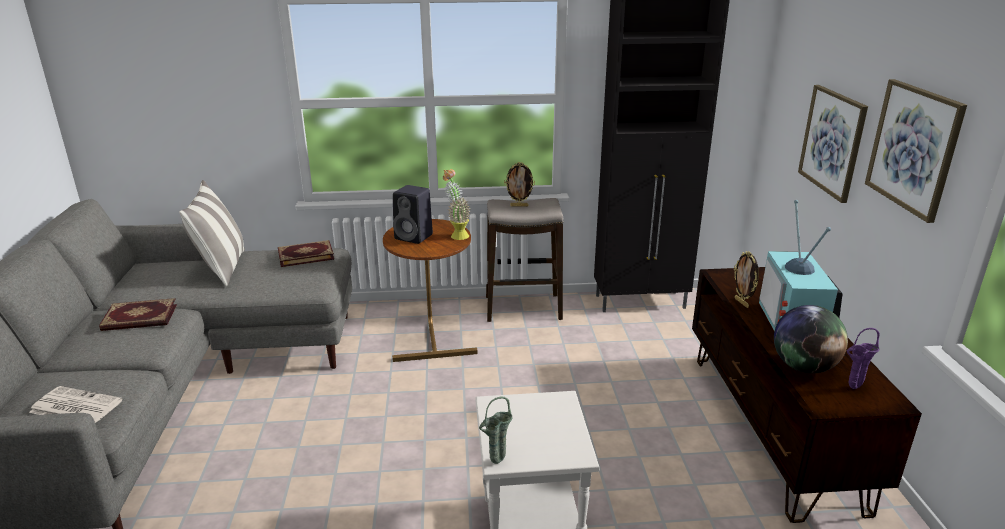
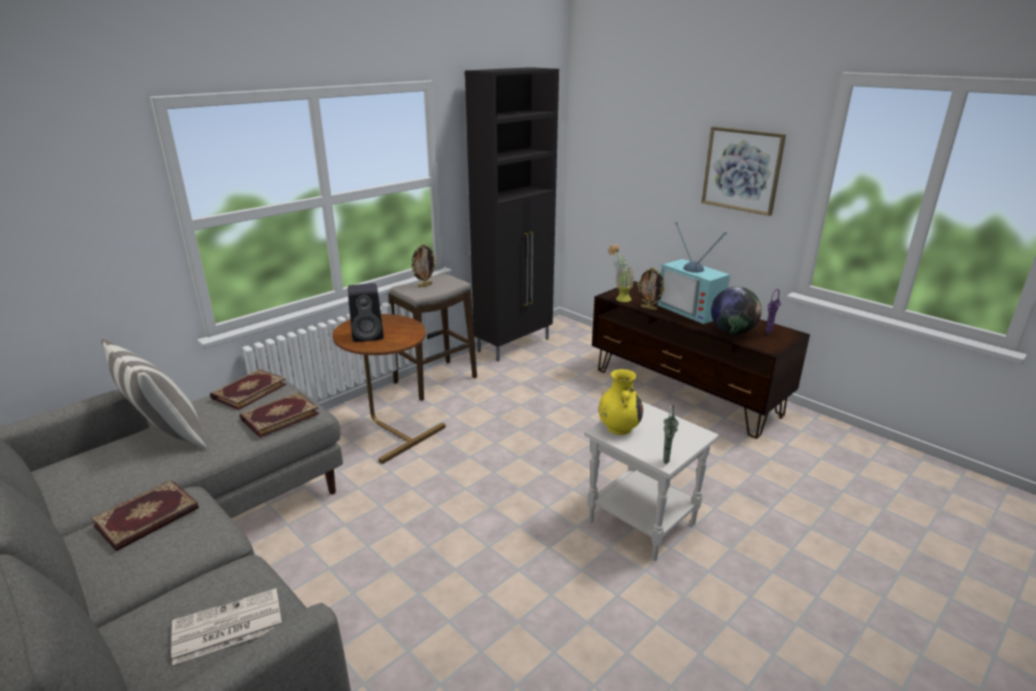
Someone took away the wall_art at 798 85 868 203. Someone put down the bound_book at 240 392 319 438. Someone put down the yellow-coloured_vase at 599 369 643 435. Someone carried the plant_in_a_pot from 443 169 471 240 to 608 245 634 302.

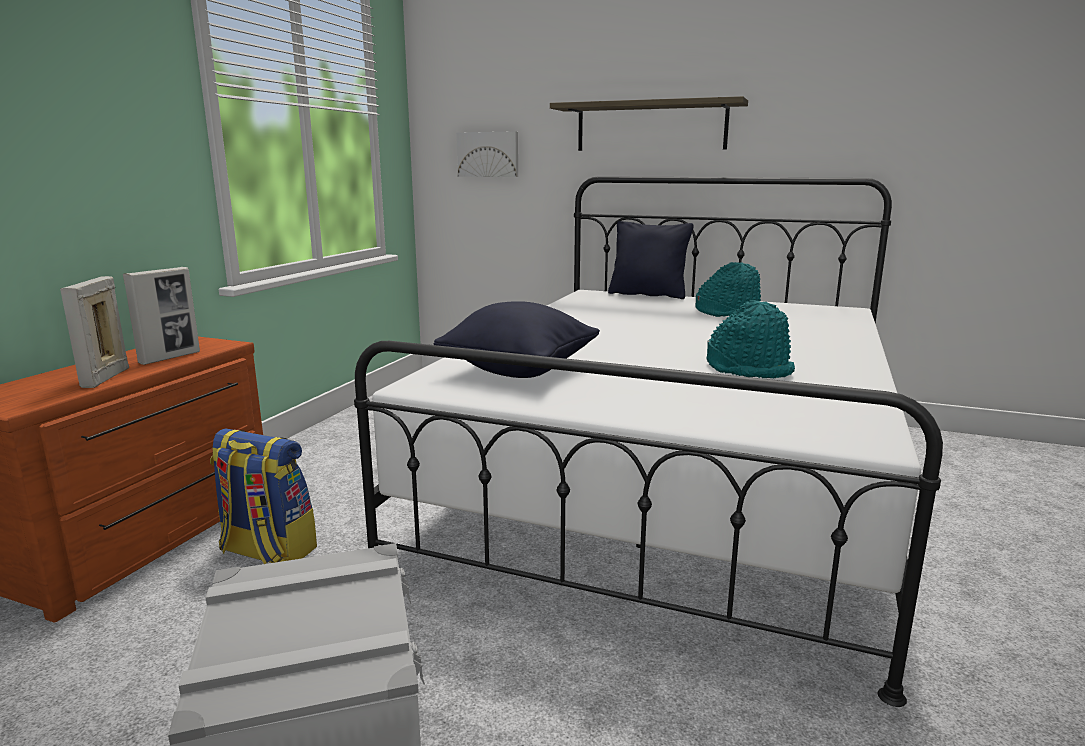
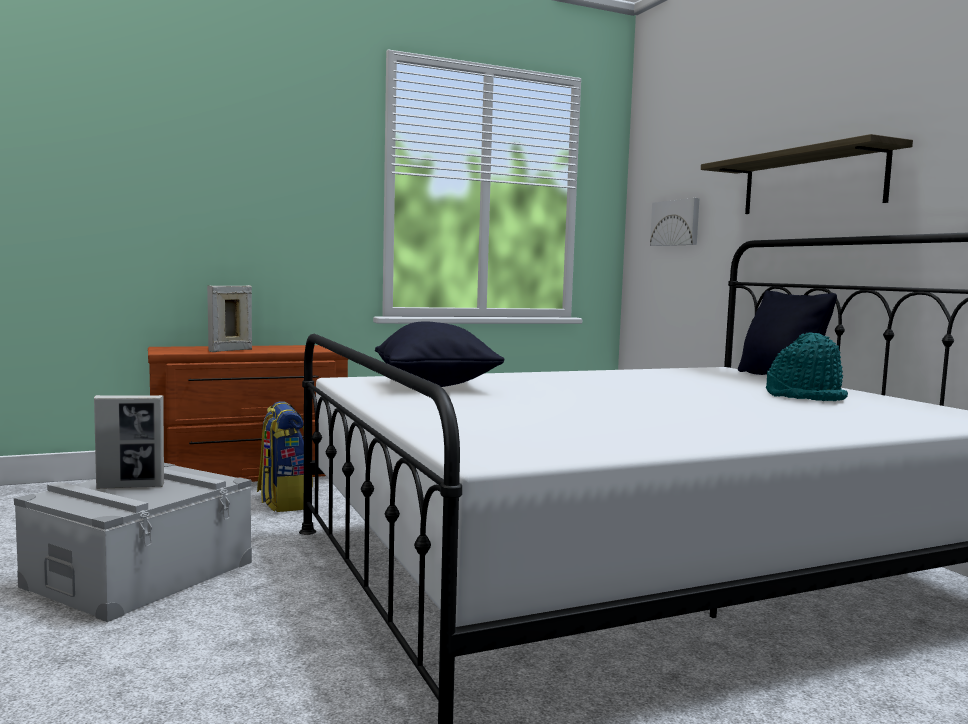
Someone took away the turquoise-coloured_clothing_hat at 706 300 795 379. Someone carried the standing_frame from 123 267 200 365 to 94 395 164 489.

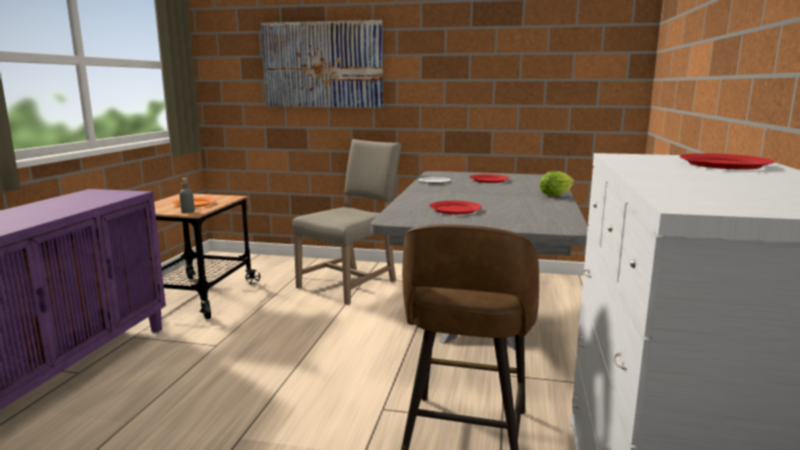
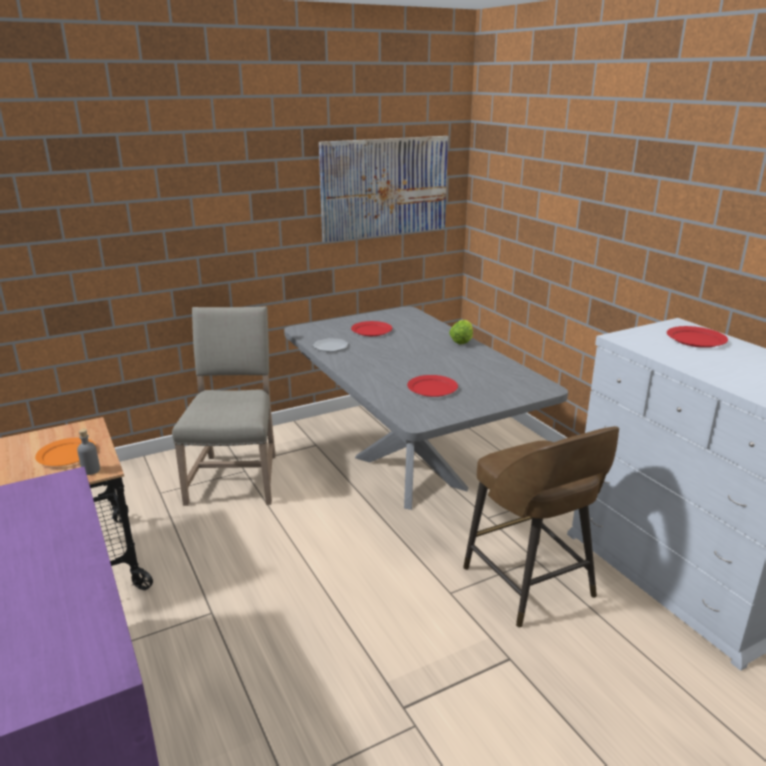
Someone carried the wall_art from 261 20 383 108 to 319 136 448 242.

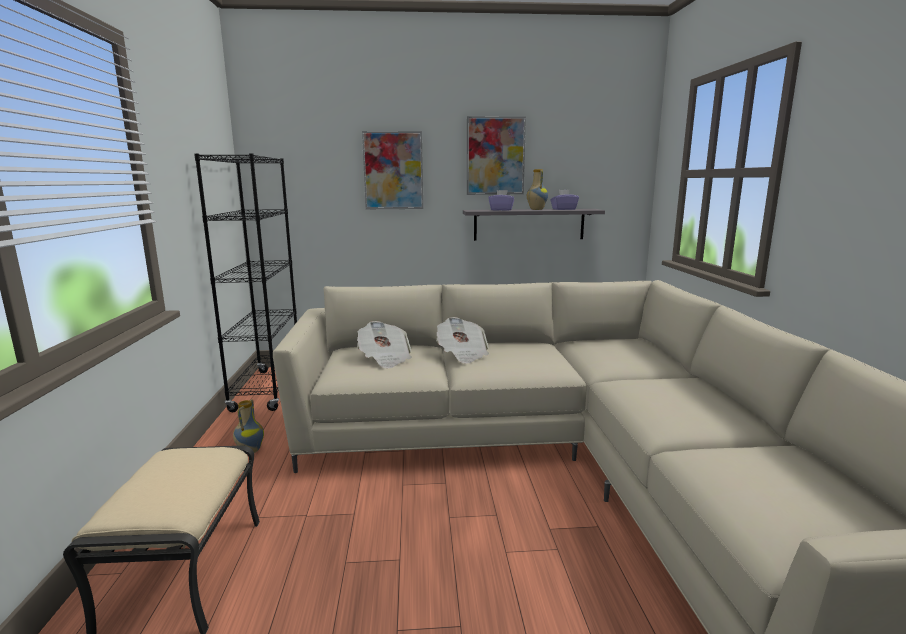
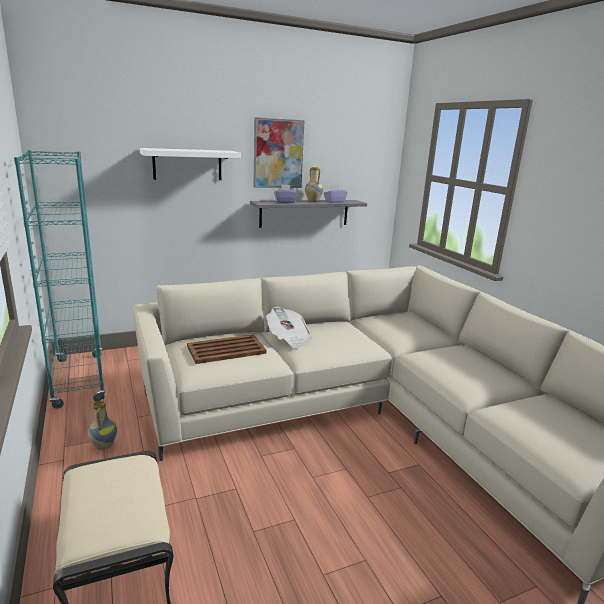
Someone swapped the daily_paper at 357 321 412 369 for the brown-coloured_carrying_tray at 187 334 267 364. Someone swapped the wall_art at 362 131 423 209 for the white_bracket_shelf at 140 148 241 180. Someone repainted the blackish_shelving_unit at 194 153 297 412, which became the turquoise-coloured_shelving_unit at 14 150 106 409.

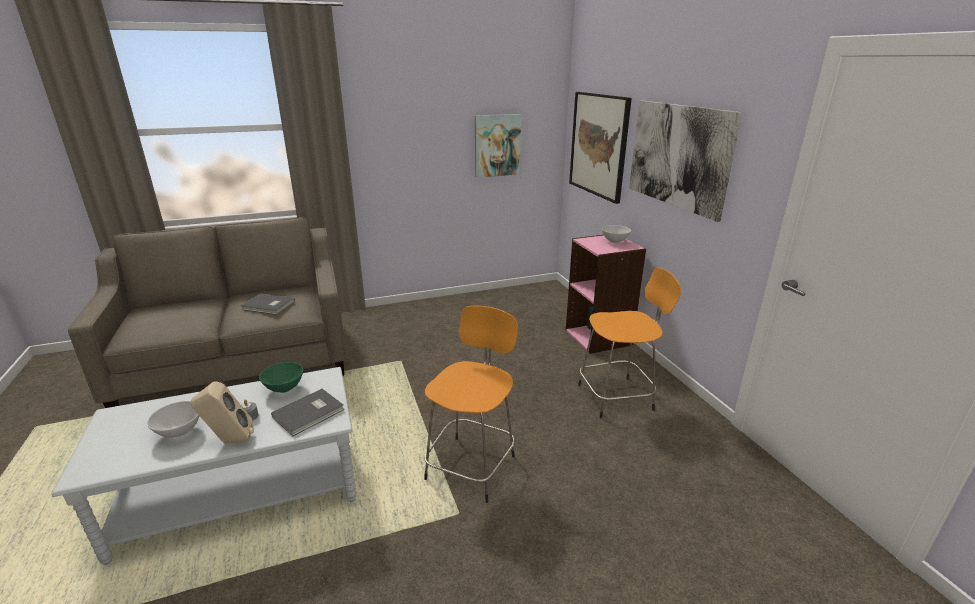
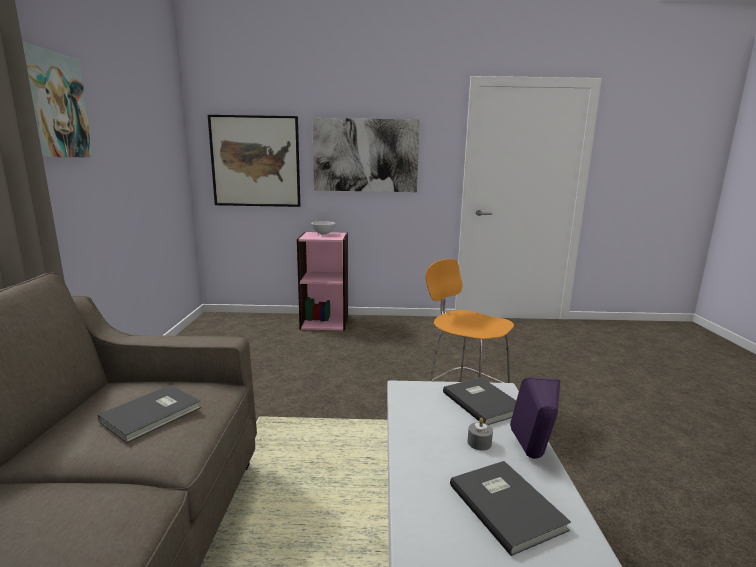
Someone took away the green-coloured_serving_bowl at 259 362 303 393. Someone took away the orangey_sitting_stool at 578 268 681 419. Someone carried the wall_art from 475 114 521 178 to 22 42 94 158. Someone swapped the white_serving_bowl at 147 401 199 437 for the greyish_bound_book at 450 461 571 556. Someone repainted the beige_speaker at 191 381 254 443, which became the purple-coloured_speaker at 510 377 560 459.

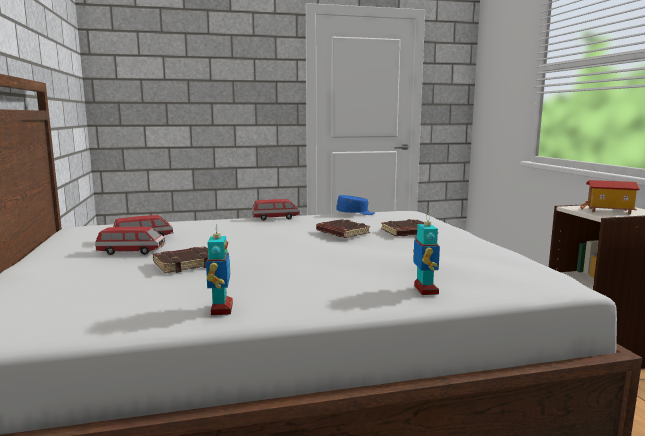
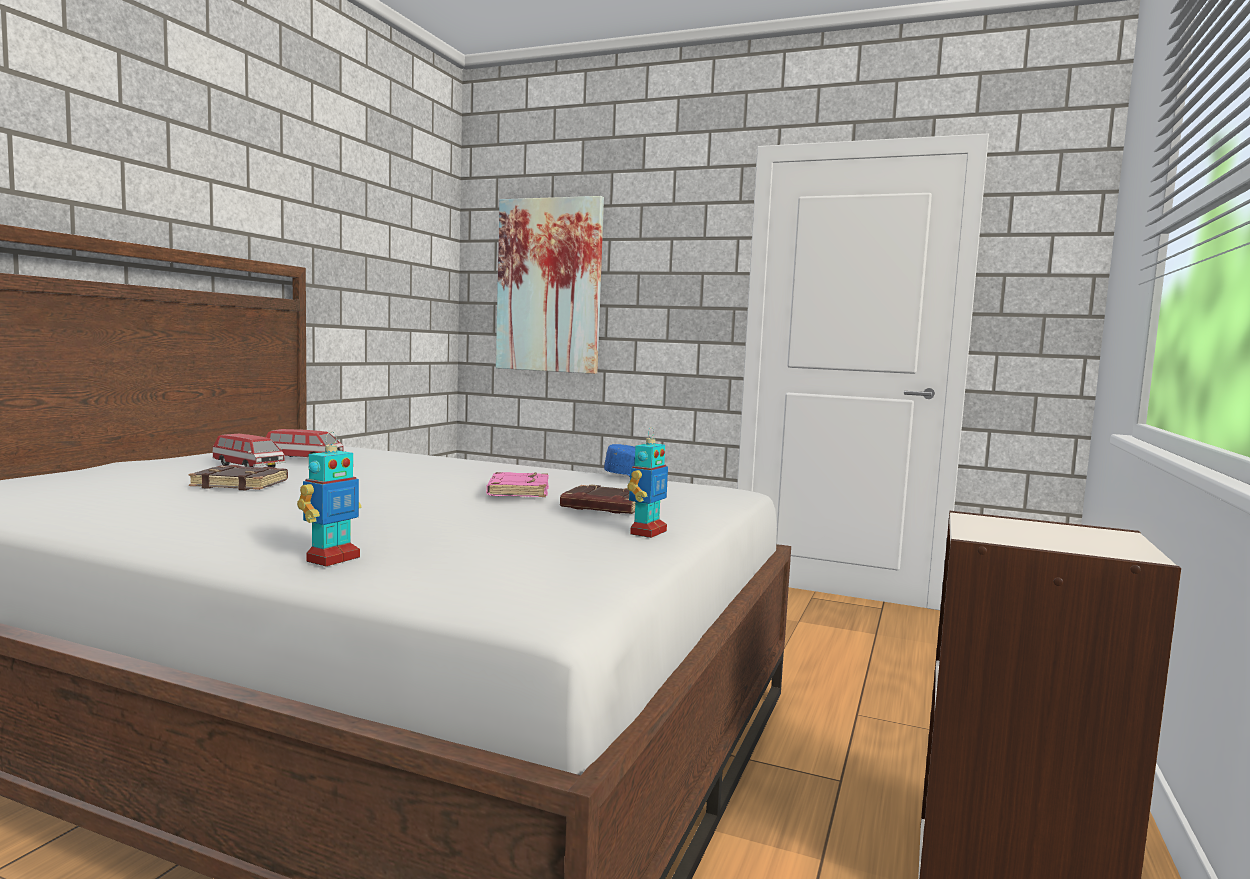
Someone took away the toy_car at 252 199 300 220. Someone took away the model_house at 580 180 640 214. Someone put up the wall_art at 496 196 604 374. Someone carried the toy_robot from 206 224 233 315 to 627 427 668 538. Someone repainted the brown-coloured_bound_book at 316 219 370 238, which became the pinkish_bound_book at 486 472 549 497.

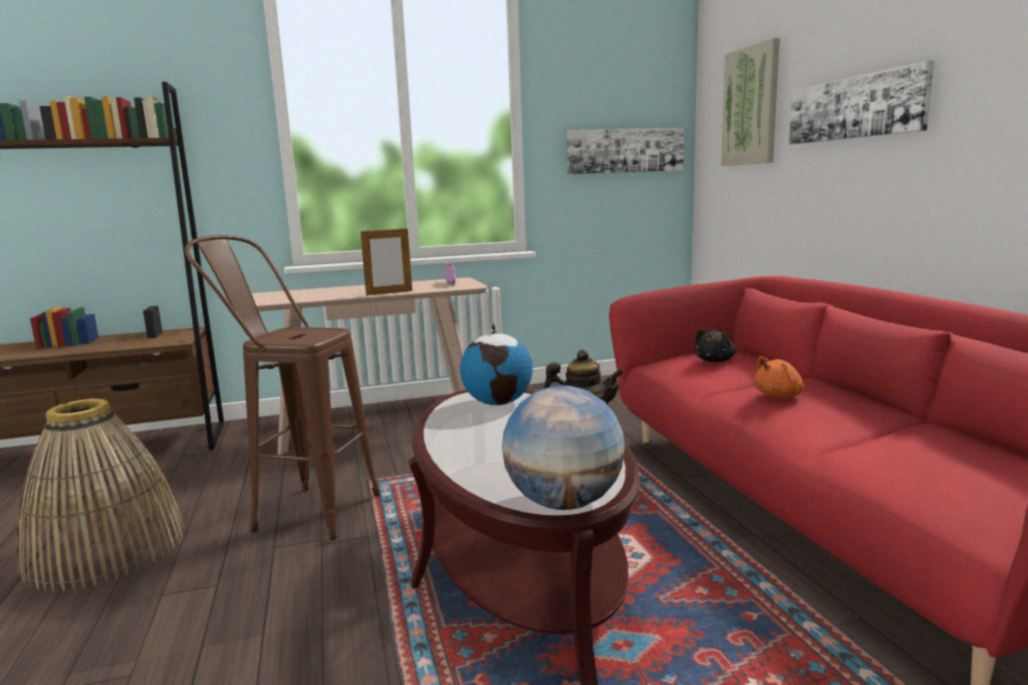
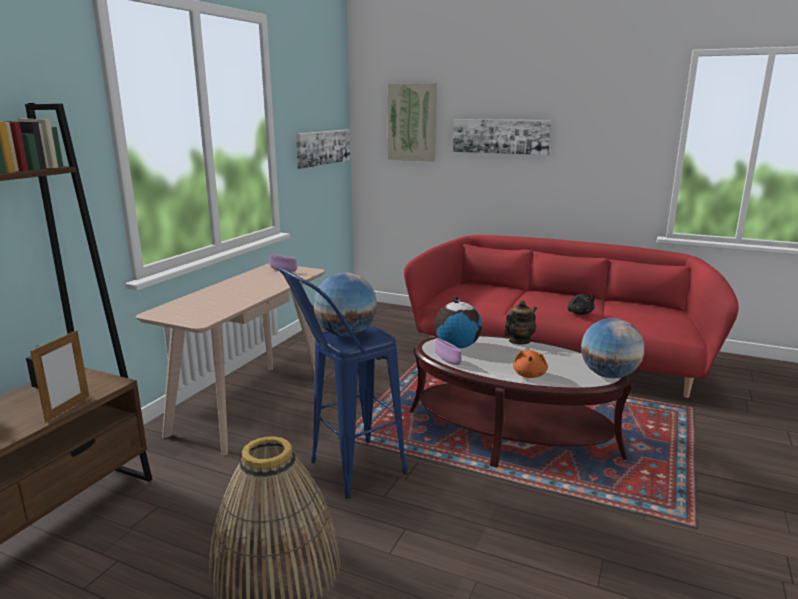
Someone put down the world_globe at 313 272 377 336. Someone put down the purple-coloured_serving_bowl at 435 338 462 365. Someone carried the standing_frame from 360 227 412 296 to 30 330 89 422. Someone carried the blackish_cuddly_toy from 695 329 736 362 to 567 294 595 315. Someone carried the orangey_cuddly_toy from 754 356 805 398 to 513 350 548 378. Someone repainted the brown-coloured_sitting_stool at 184 235 380 540, which became the bluish_sitting_stool at 277 267 408 498.

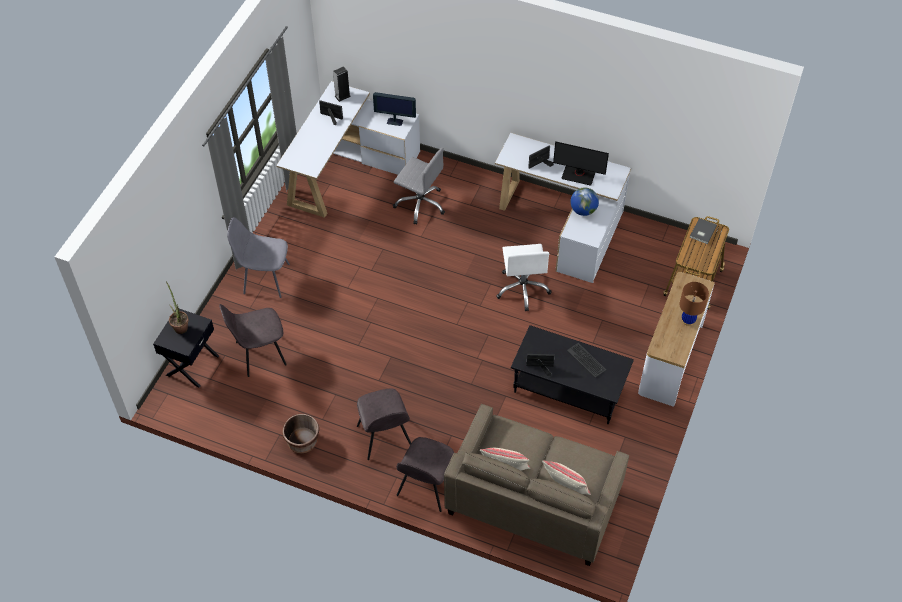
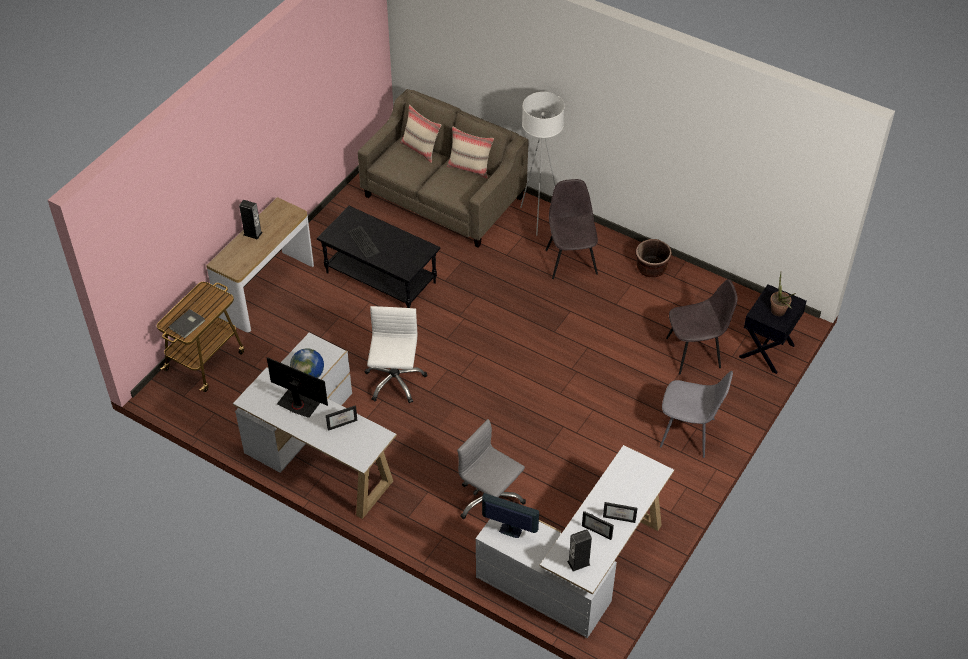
Someone carried the standing_frame from 526 354 555 376 to 603 502 637 523. Someone swapped the greyish_plain_chair at 397 437 454 512 for the white_standing_lamp at 520 92 565 236. Someone swapped the brown-coloured_table_lamp at 680 282 709 326 for the speaker at 239 200 263 240.

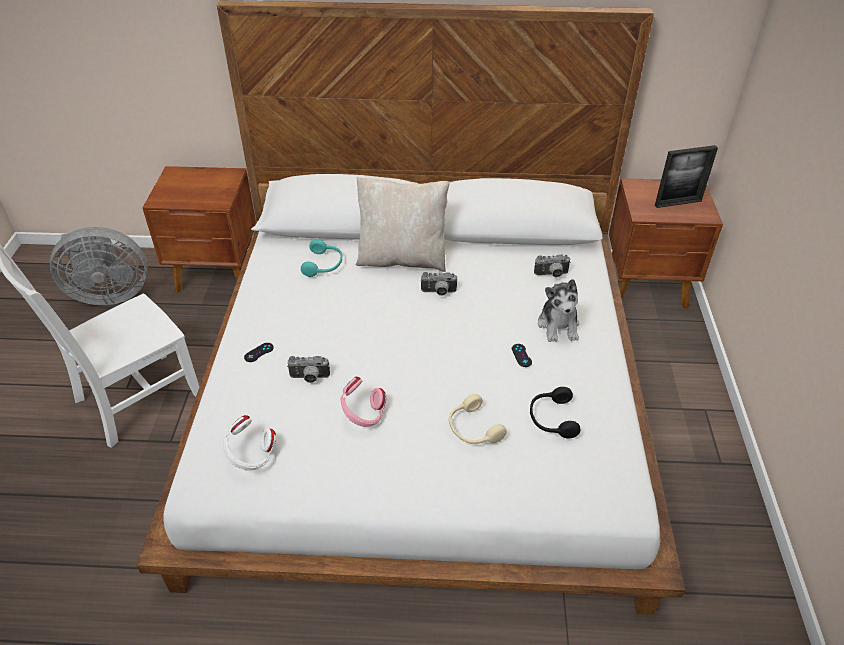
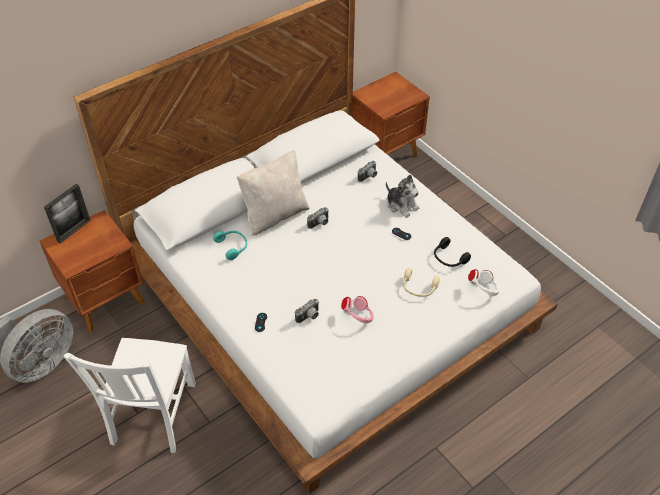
Someone carried the white_headset from 223 415 276 471 to 468 269 500 296. Someone carried the standing_frame from 655 145 718 208 to 44 184 91 244.

